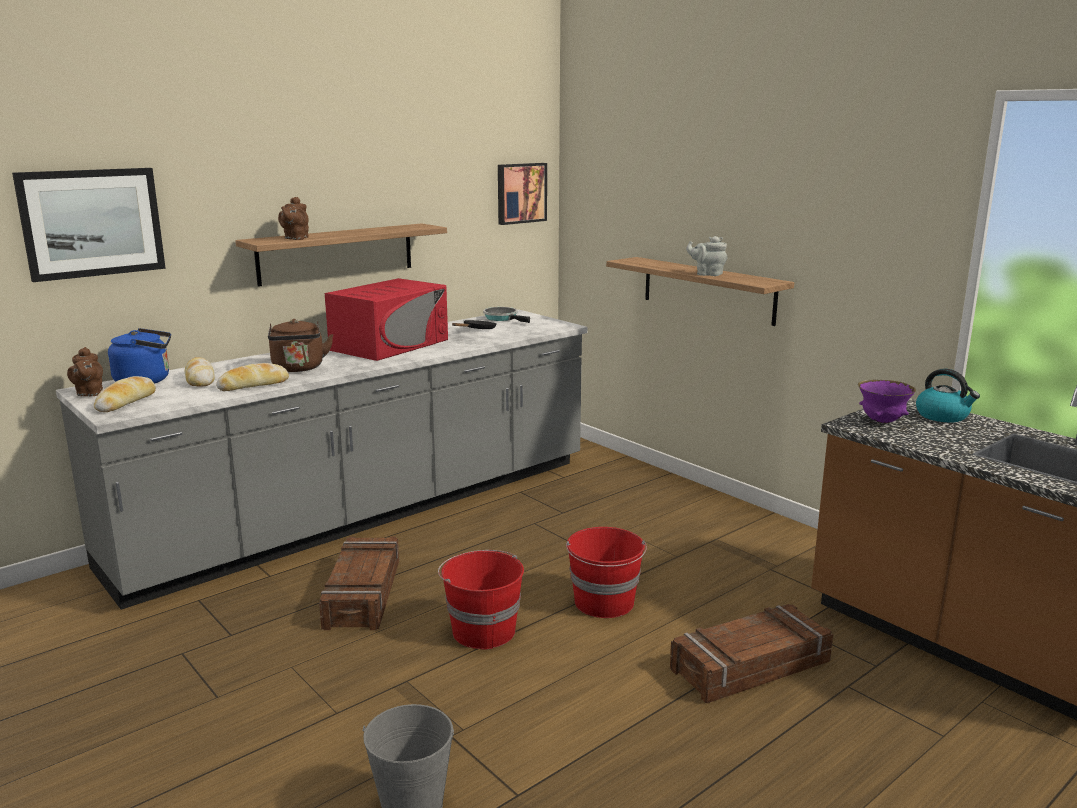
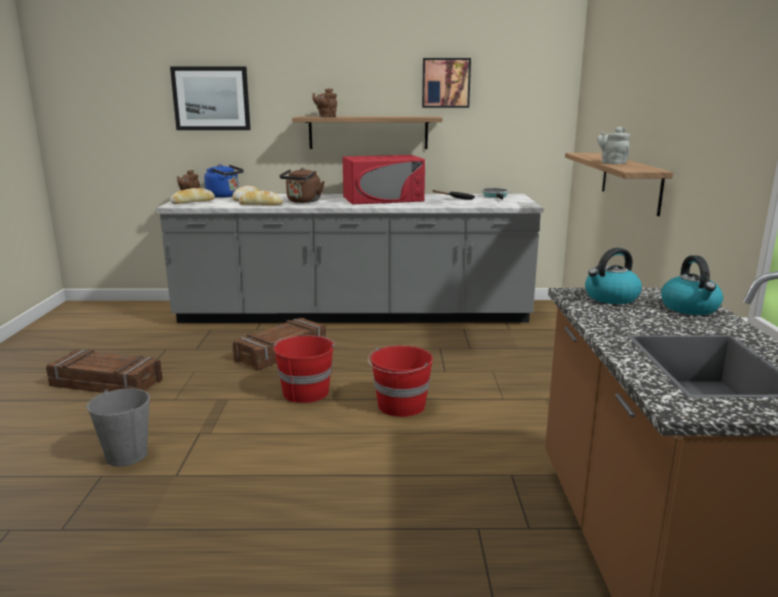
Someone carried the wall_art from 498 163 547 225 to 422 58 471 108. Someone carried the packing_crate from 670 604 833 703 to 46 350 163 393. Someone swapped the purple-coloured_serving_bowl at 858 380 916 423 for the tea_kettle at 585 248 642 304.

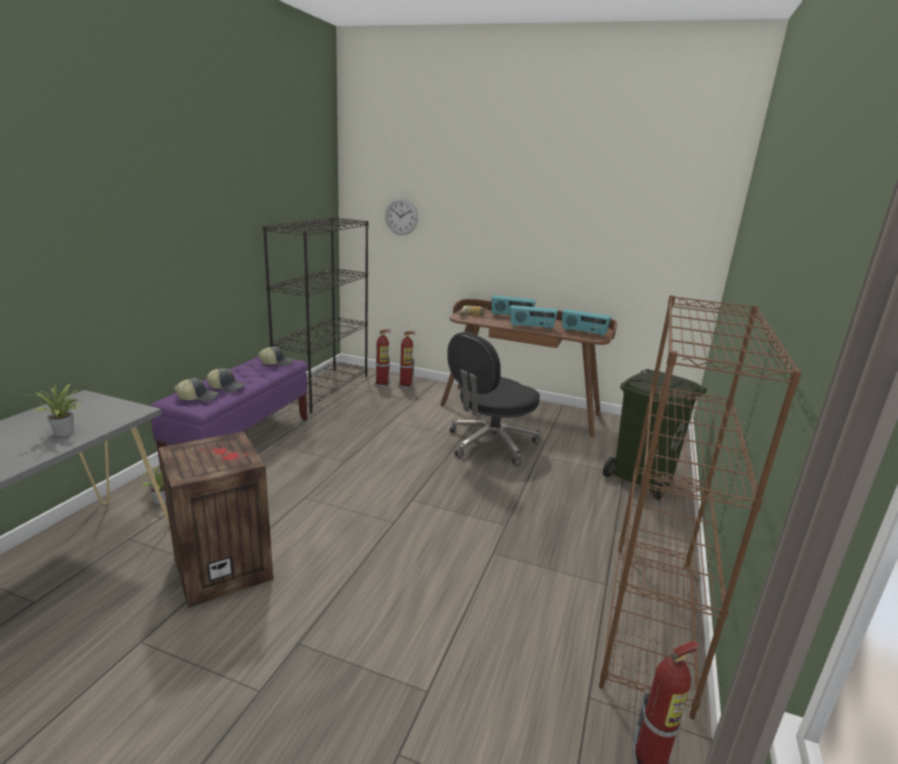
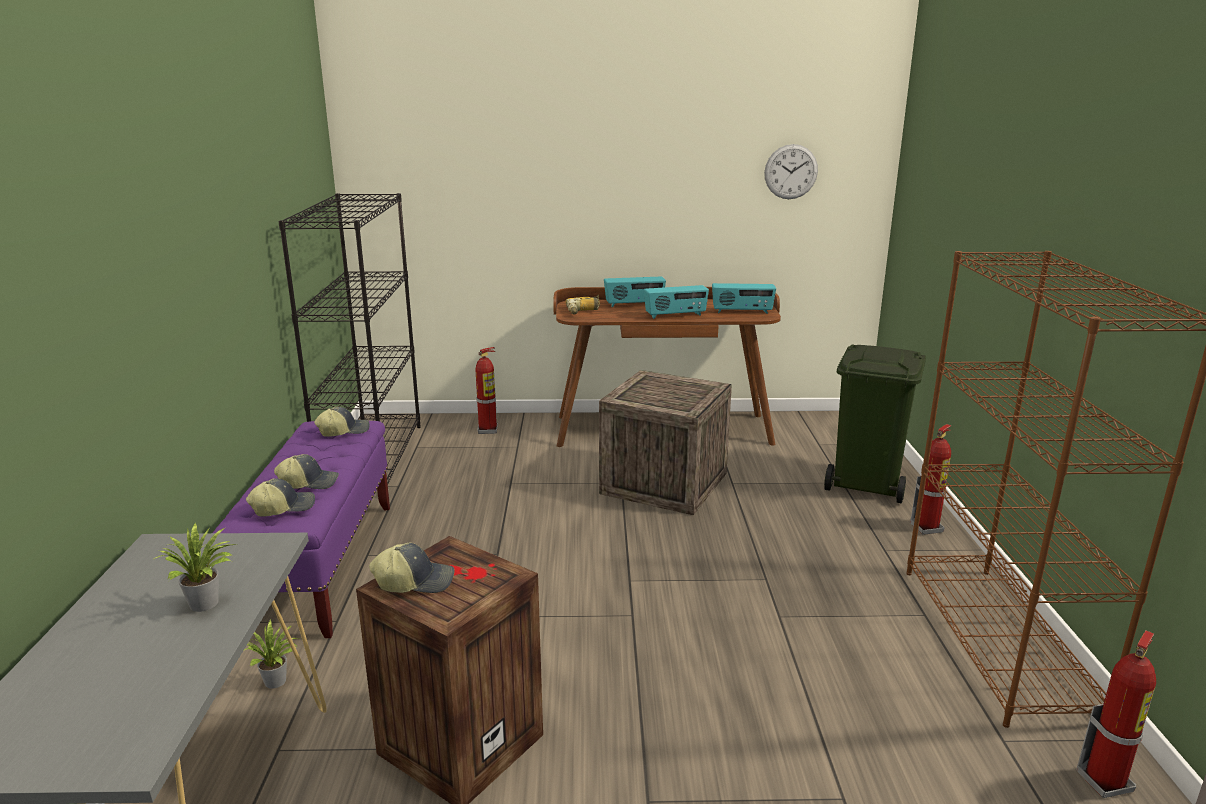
Someone put down the cap at 369 543 454 593. Someone carried the fire-fighting_cylinder from 374 329 391 388 to 910 424 952 535. Someone carried the wall_clock from 385 198 418 235 to 764 144 818 199. Someone swapped the blackish_office_chair at 448 332 541 466 for the packing_crate at 599 370 732 515.

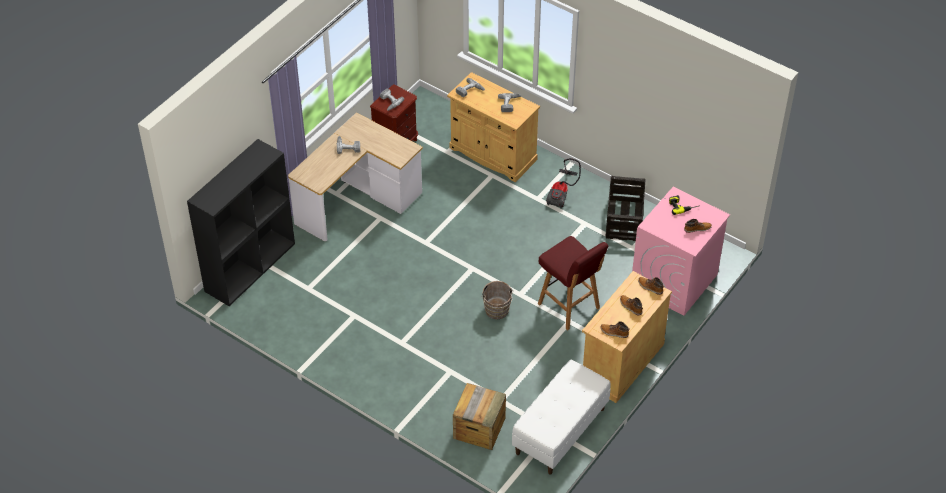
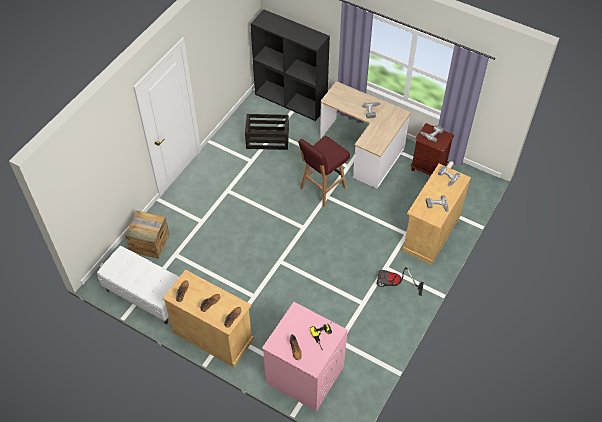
Someone took away the brown-coloured_water_bucket at 481 281 513 319. Someone carried the reddish_sitting_stool from 538 236 608 330 to 298 136 350 207. Someone carried the packing_crate from 605 176 646 241 to 245 114 289 150.

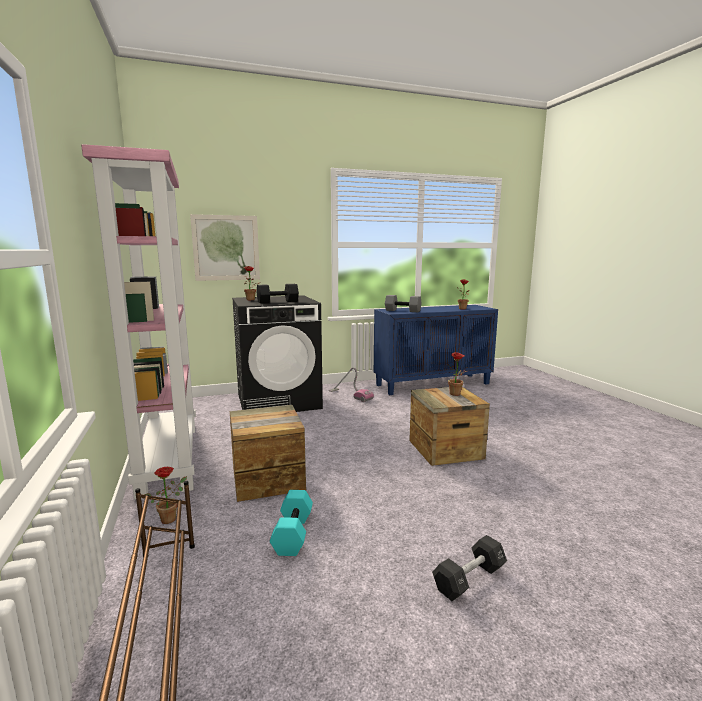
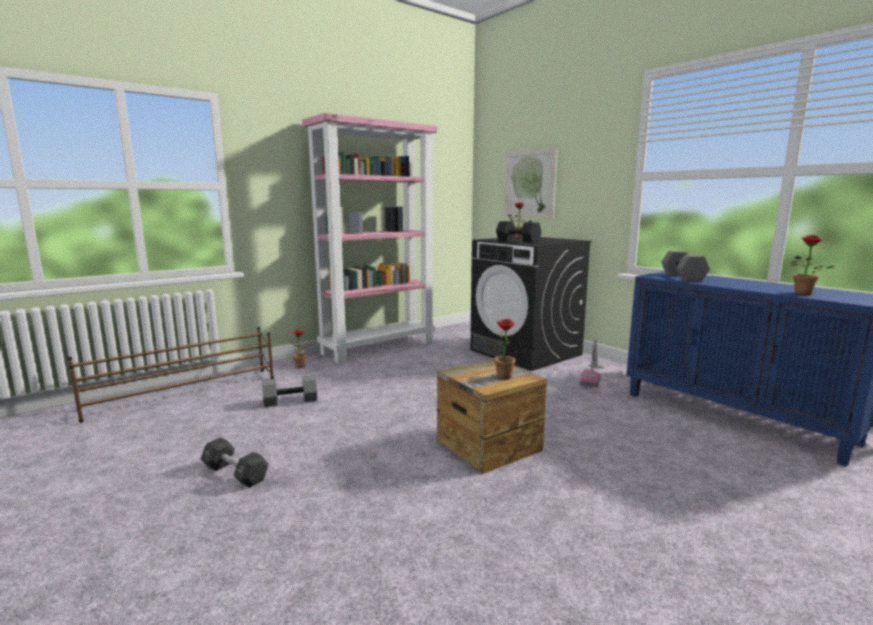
Someone took away the packing_crate at 230 405 306 502. Someone repainted the turquoise-coloured_dumbbell at 270 490 313 556, which became the greyish_dumbbell at 262 375 317 407.

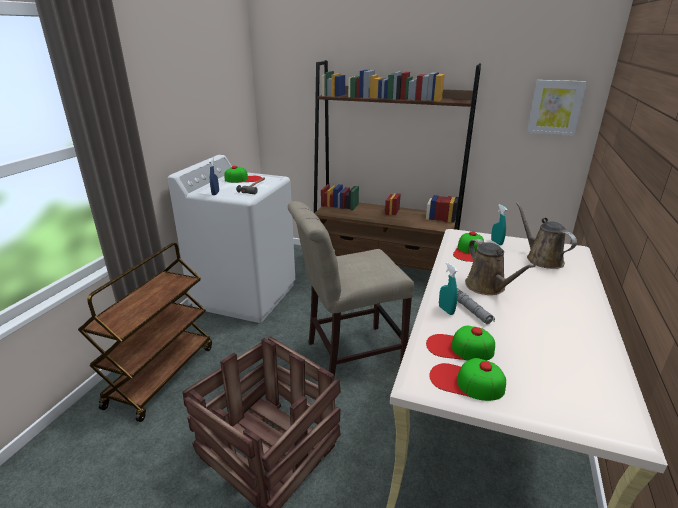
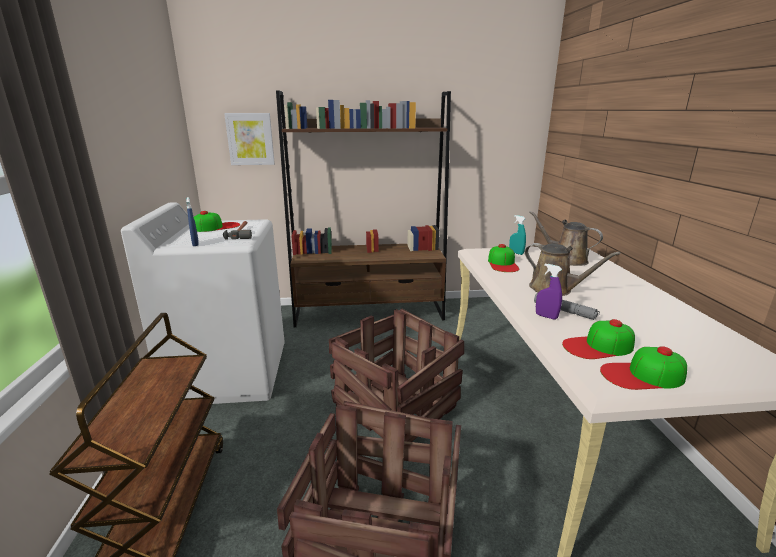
Someone carried the wall_art from 527 80 587 136 to 224 113 275 165. Someone swapped the beige_plain_chair at 288 201 414 377 for the packing_crate at 329 309 464 442. Someone repainted the turquoise-coloured_spray_bottle at 439 262 458 315, which became the purple-coloured_spray_bottle at 536 264 562 320.

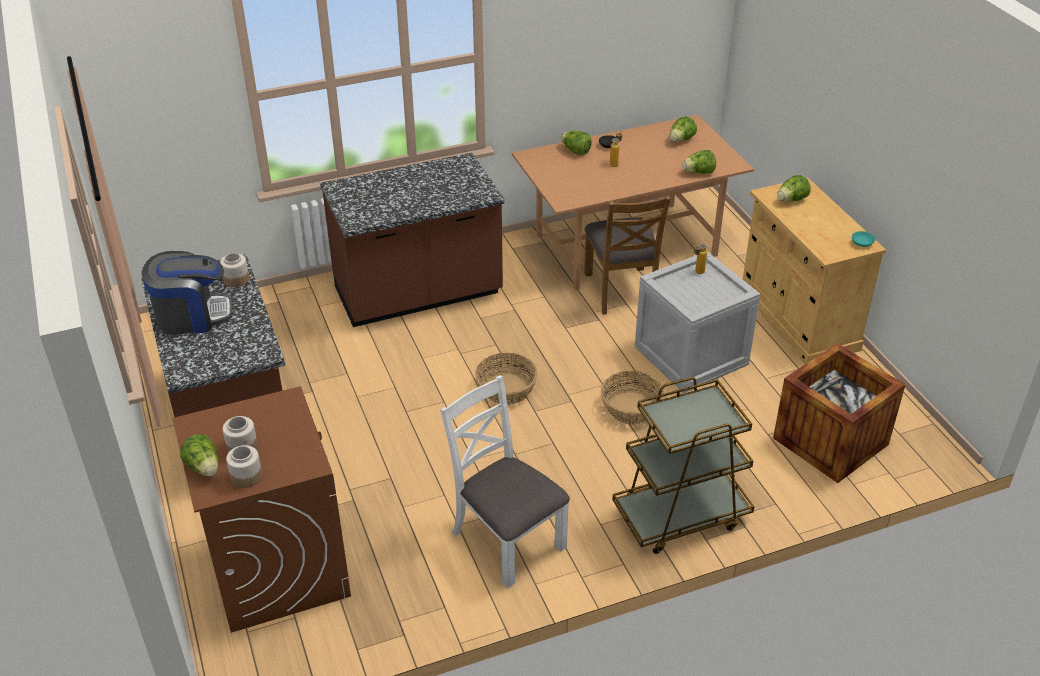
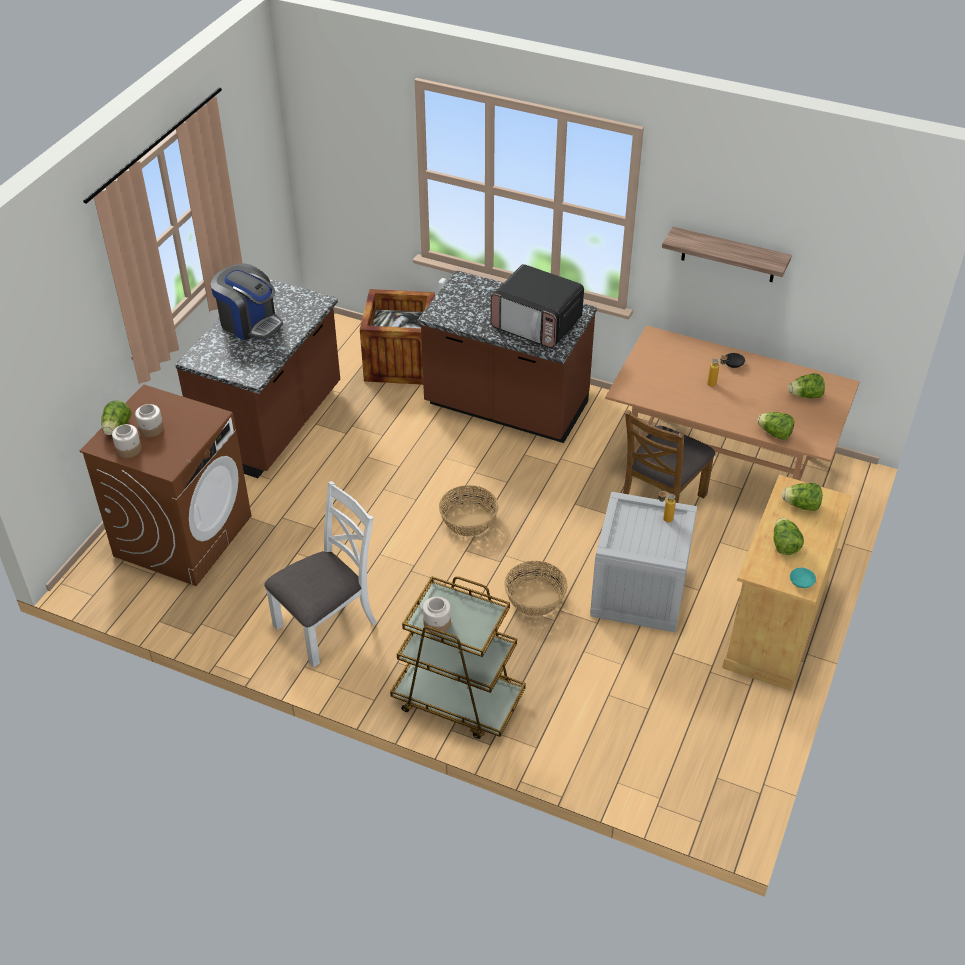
Someone put down the microwave at 491 264 584 348. Someone put up the bracket_shelf at 662 227 792 282. Someone carried the storage_jar from 220 253 249 287 to 423 597 451 634. Someone carried the lettuce_head from 561 131 592 156 to 773 518 804 555. Someone carried the packing_crate from 773 343 906 483 to 360 289 435 385. Someone rotated the white_plain_chair at 440 375 570 588 by 45 degrees clockwise.

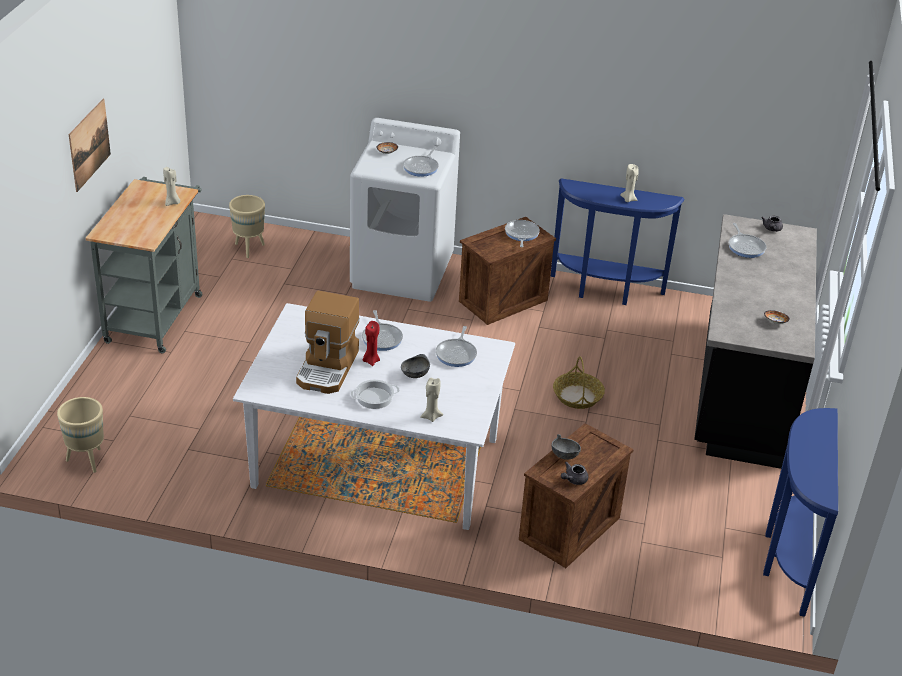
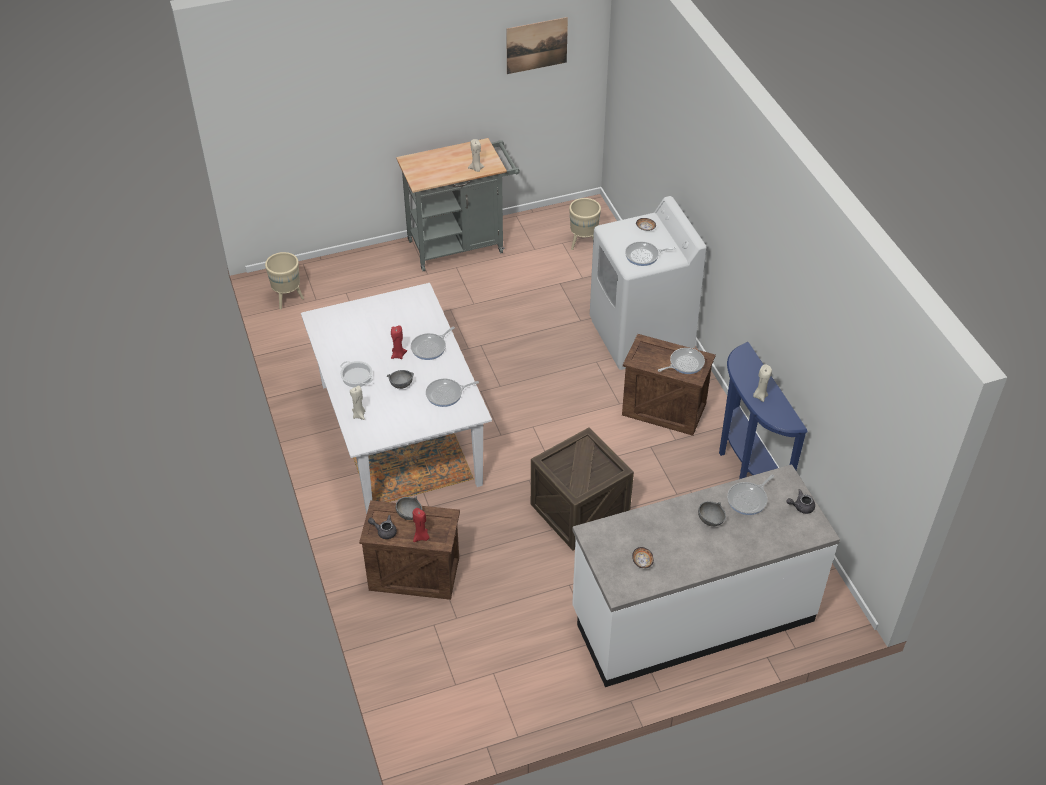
Someone took away the coffee_machine at 296 291 360 394. Someone took away the bluish_console_table at 763 408 838 617. Someone put down the reddish_candle at 413 508 430 542. Someone put down the greyish_serving_bowl at 698 501 726 526. Someone carried the wall_art from 69 99 111 192 to 506 17 568 74. Someone swapped the household_basket at 553 356 605 409 for the packing_crate at 531 427 634 550. Someone repainted the blackish_kitchen_base_unit at 694 214 817 469, which became the white_kitchen_base_unit at 572 464 840 687.

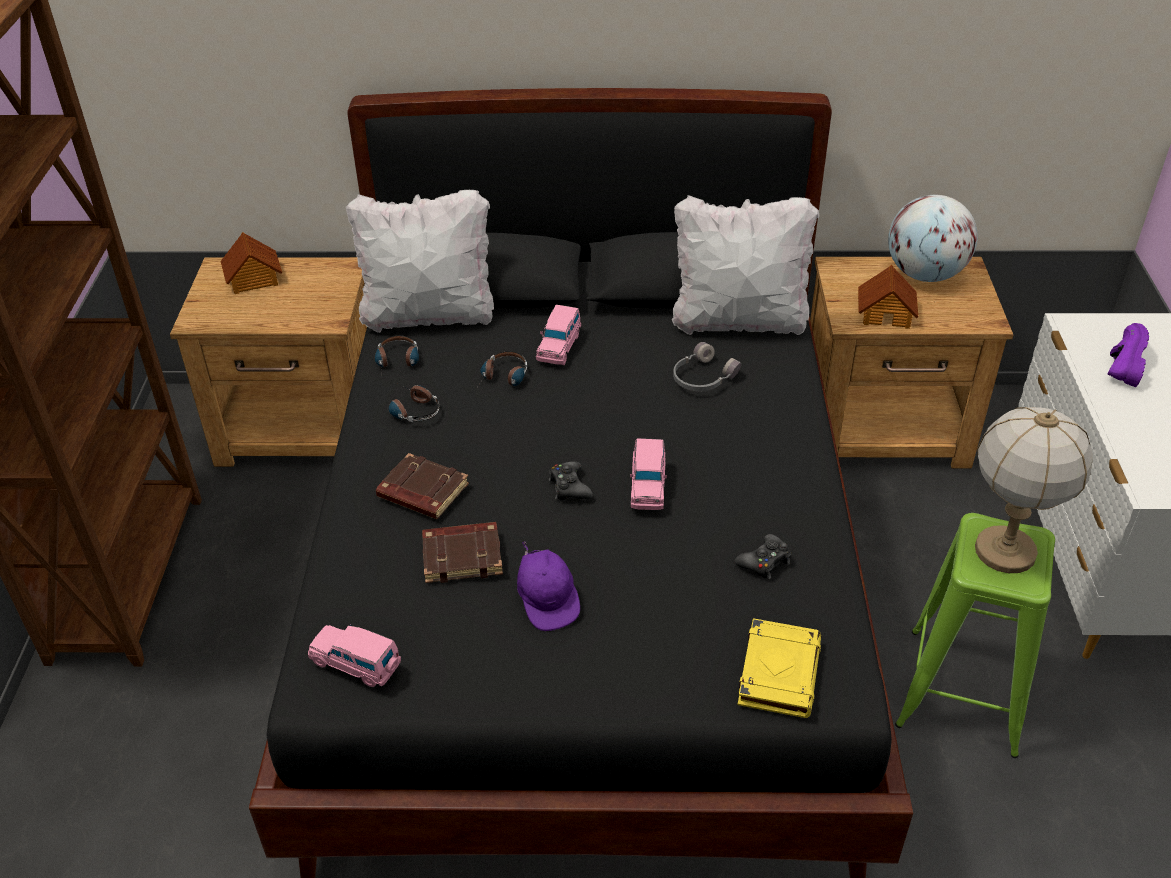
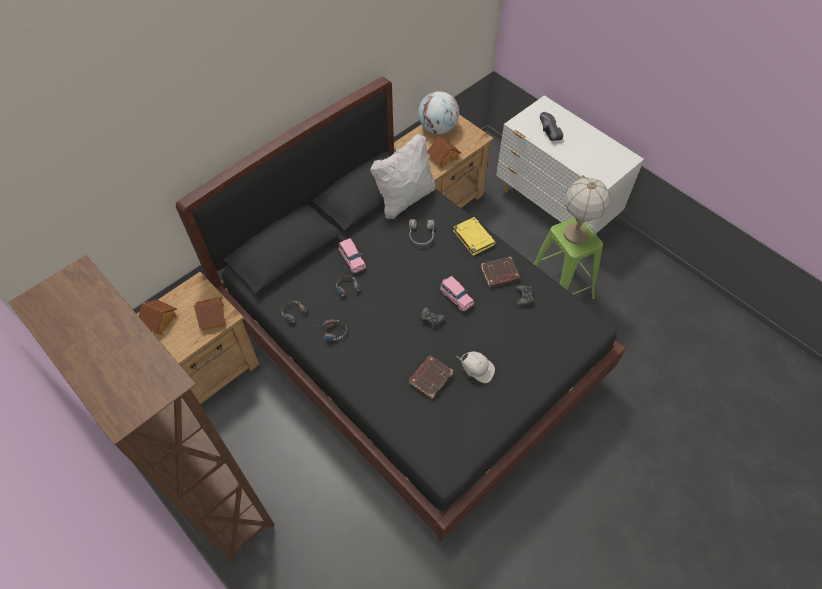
Someone took away the pinkish_toy_car at 308 624 401 687. Someone took away the white_throw_pillow at 346 190 494 333. Someone put down the model_house at 194 297 226 330. Someone carried the brown-coloured_bound_book from 376 453 469 519 to 480 256 520 287. Someone carried the yellow-coloured_bound_book from 738 618 821 718 to 453 217 496 256. Someone repainted the purple-coloured_cap at 517 541 580 631, which became the white_cap at 455 352 495 383. Someone repainted the purple-coloured_shoe at 1107 323 1149 387, which became the blackish_shoe at 540 112 563 141.

